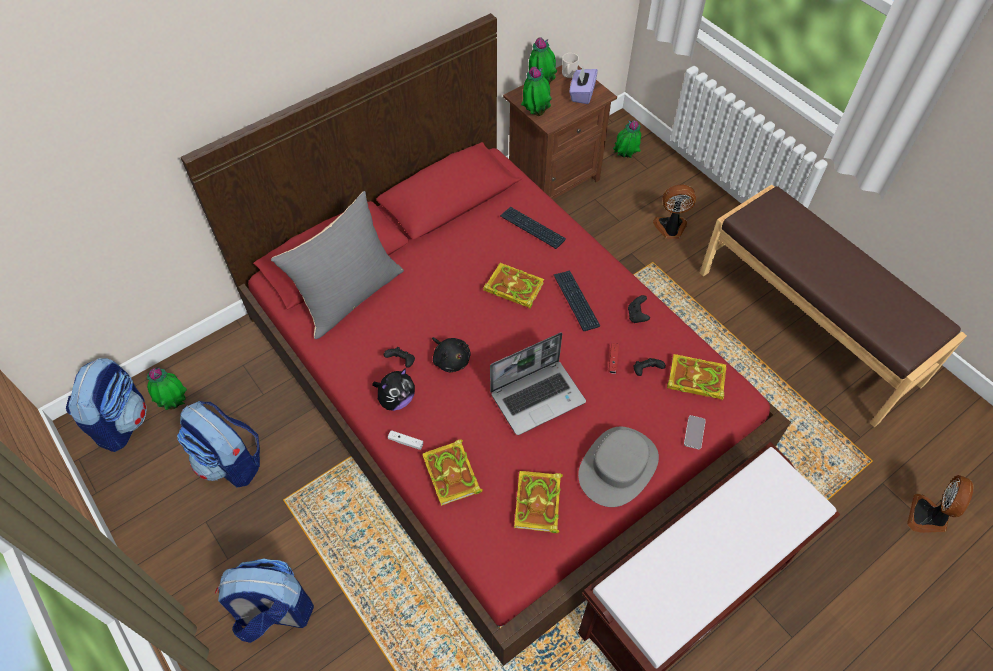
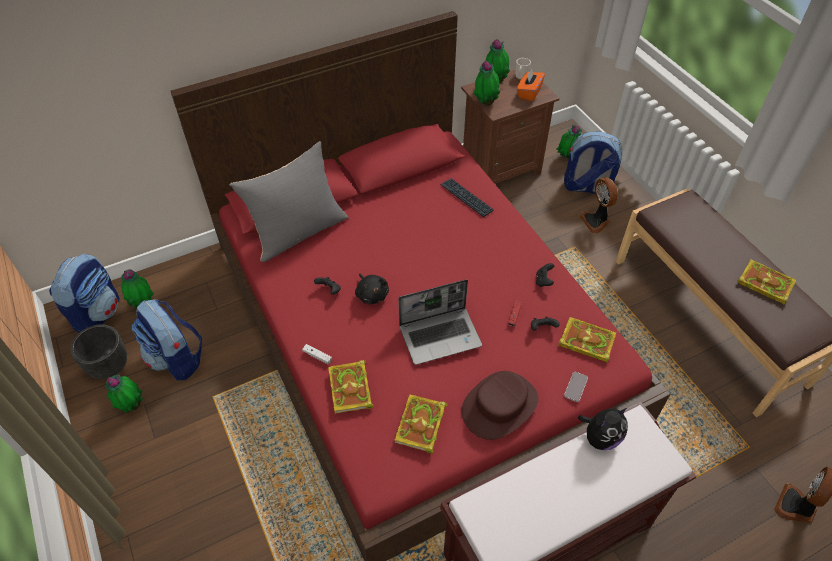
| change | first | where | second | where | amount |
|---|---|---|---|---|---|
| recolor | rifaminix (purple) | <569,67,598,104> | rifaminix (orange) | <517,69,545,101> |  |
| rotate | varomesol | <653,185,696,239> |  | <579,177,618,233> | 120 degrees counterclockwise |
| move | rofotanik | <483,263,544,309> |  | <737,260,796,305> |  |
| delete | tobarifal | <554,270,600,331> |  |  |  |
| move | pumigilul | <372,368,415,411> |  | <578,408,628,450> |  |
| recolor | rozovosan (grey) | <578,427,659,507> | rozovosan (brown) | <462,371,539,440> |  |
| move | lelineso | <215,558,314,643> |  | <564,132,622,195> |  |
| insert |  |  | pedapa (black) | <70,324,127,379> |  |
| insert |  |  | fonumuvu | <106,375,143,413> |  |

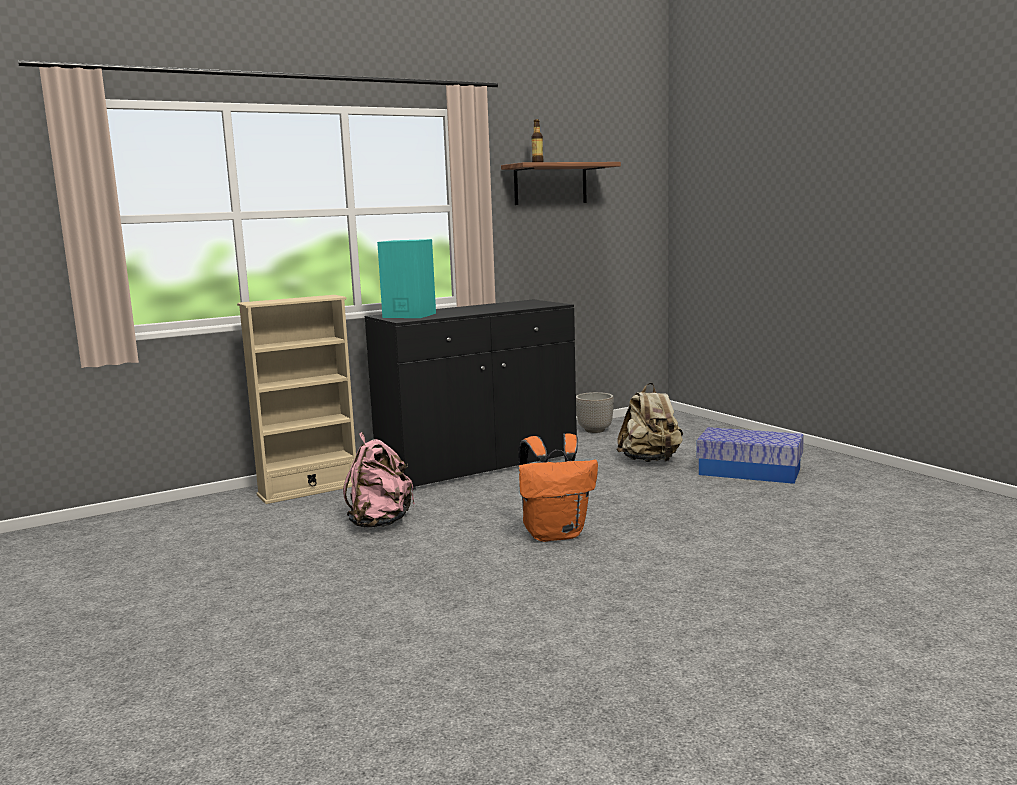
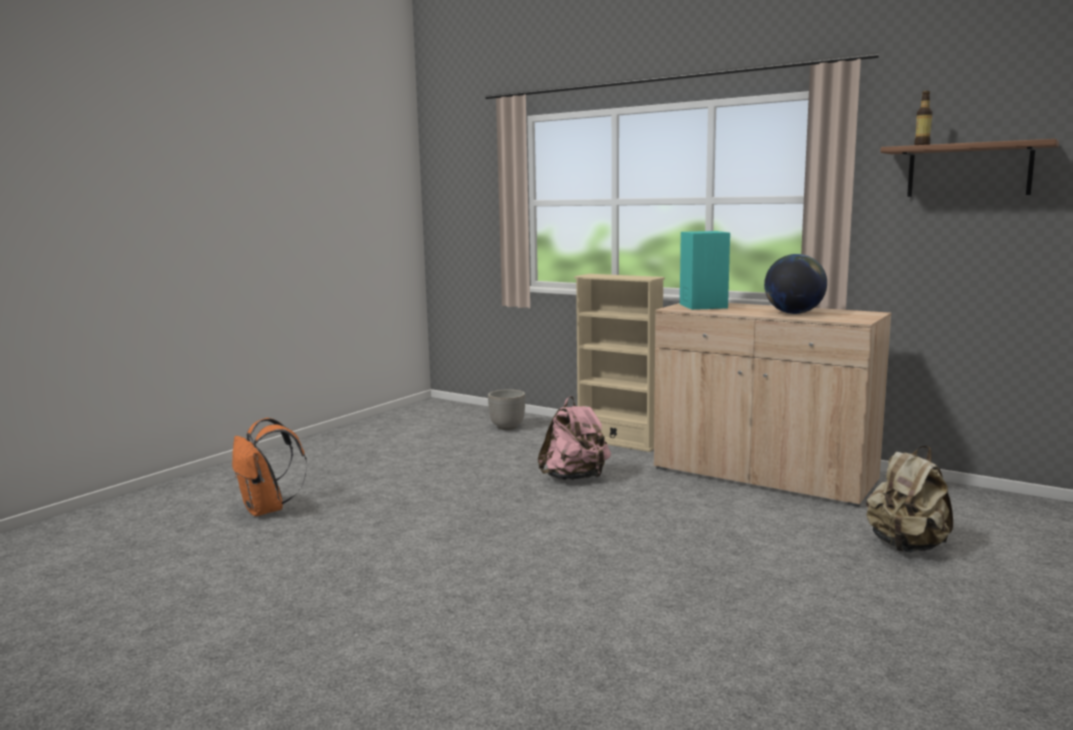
| change | first | where | second | where | amount |
|---|---|---|---|---|---|
| recolor | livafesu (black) | <365,299,577,490> | livafesu (beige) | <654,303,891,507> |  |
| move | pedapa | <576,392,614,433> |  | <488,389,526,430> |  |
| delete | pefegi | <696,427,804,484> |  |  |  |
| move | lelineso (orange) | <519,433,598,542> |  | <232,418,307,517> |  |
| insert |  |  | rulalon | <764,254,827,314> |  |

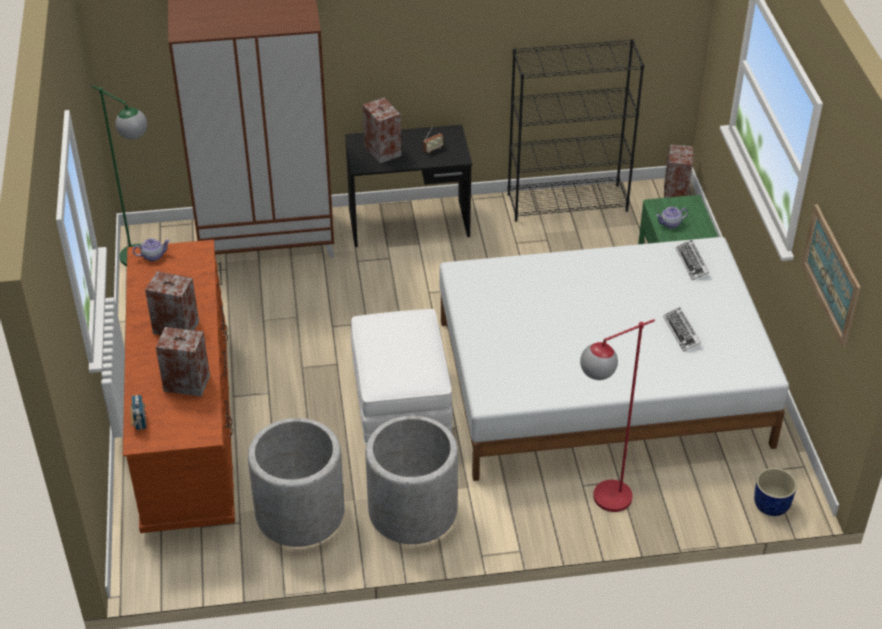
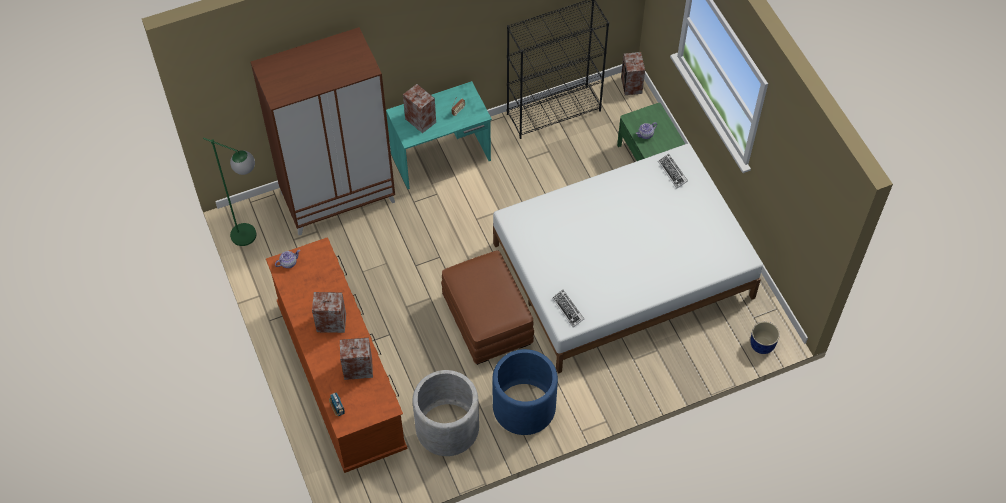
| change | first | where | second | where | amount |
|---|---|---|---|---|---|
| recolor | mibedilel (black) | <345,125,472,247> | mibedilel (turquoise) | <386,81,492,189> |  |
| delete | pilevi | <802,204,861,347> |  |  |  |
| move | tobarifal | <663,307,701,352> |  | <552,290,584,327> |  |
| recolor | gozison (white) | <351,309,453,445> | gozison (brown) | <441,250,534,365> |  |
| delete | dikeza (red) | <580,319,655,512> |  |  |  |
| recolor | pedapa (grey) | <365,416,458,544> | pedapa (blue) | <492,349,558,435> |  |

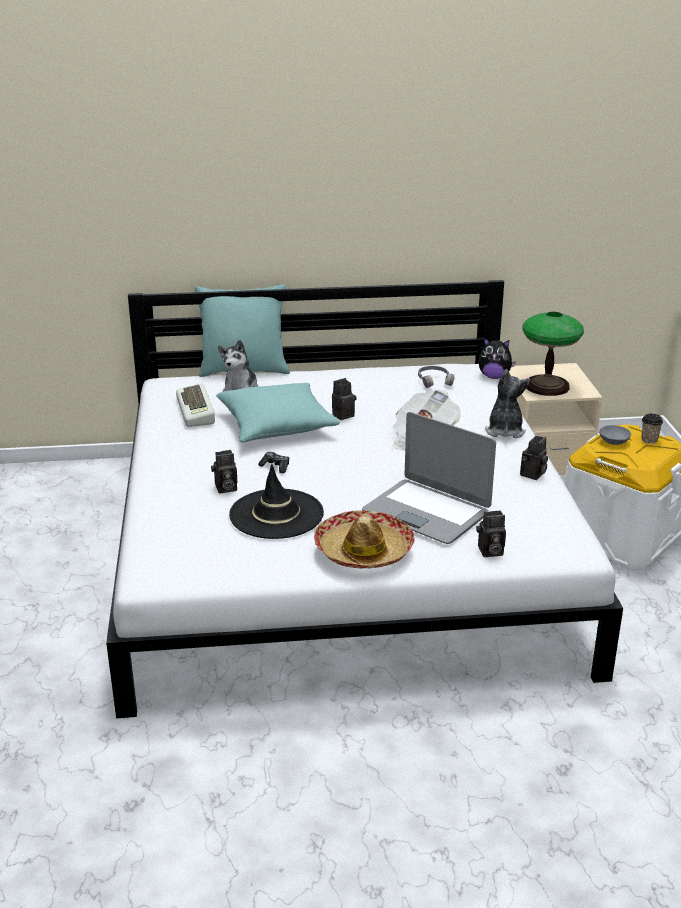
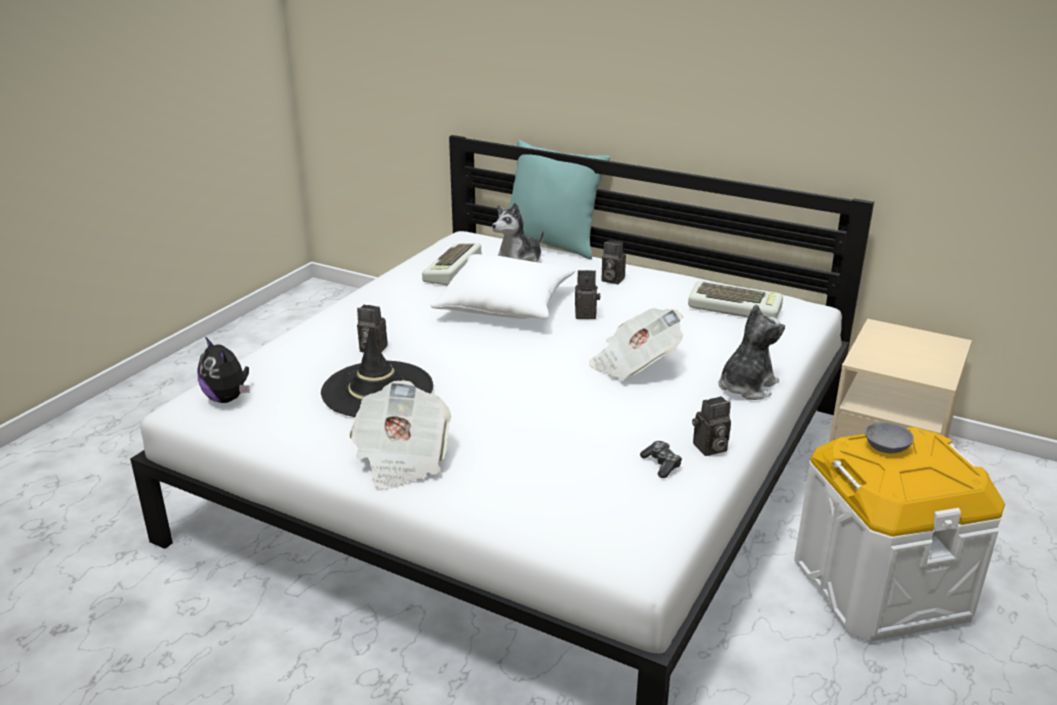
| change | first | where | second | where | amount |
|---|---|---|---|---|---|
| delete | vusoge | <522,312,584,396> |  |  |  |
| move | pumigilul | <478,337,516,379> |  | <197,336,250,403> |  |
| replace | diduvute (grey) | <418,366,455,388> | tobarifal | <688,281,783,319> |  |
| recolor | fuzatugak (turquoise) | <216,383,340,442> | fuzatugak (white) | <431,254,576,319> |  |
| delete | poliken | <362,412,496,544> |  |  |  |
| delete | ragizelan | <641,414,663,444> |  |  |  |
| move | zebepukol | <258,452,289,473> |  | <640,441,682,478> |  |
| replace | rozovosan | <314,510,415,569> | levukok | <350,380,451,490> |  |
| move | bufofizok | <476,510,506,557> |  | <601,240,626,284> |  |

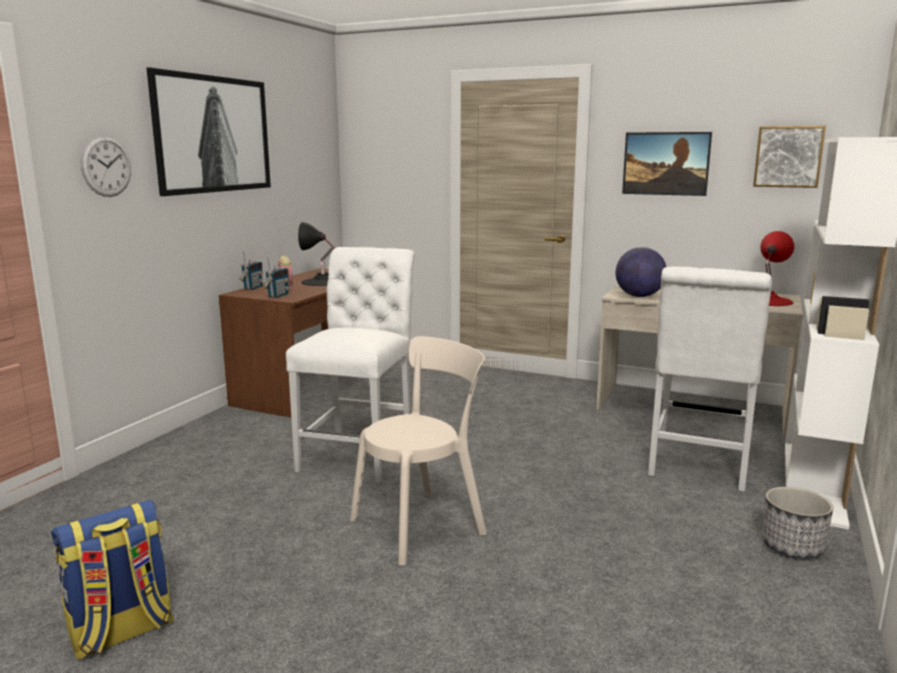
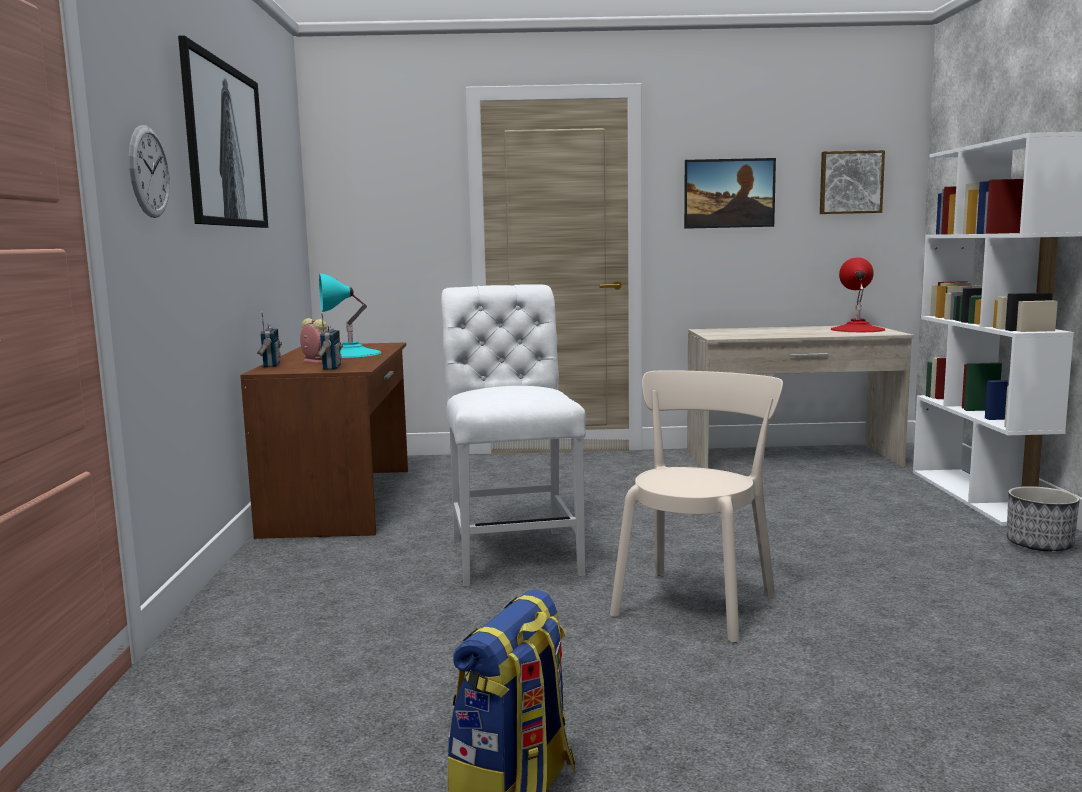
| change | first | where | second | where | amount |
|---|---|---|---|---|---|
| recolor | vusoge (black) | <298,222,335,286> | vusoge (turquoise) | <319,273,381,358> |  |
| delete | rulalon | <615,247,666,297> |  |  |  |
| delete | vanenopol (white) | <648,267,772,491> |  |  |  |

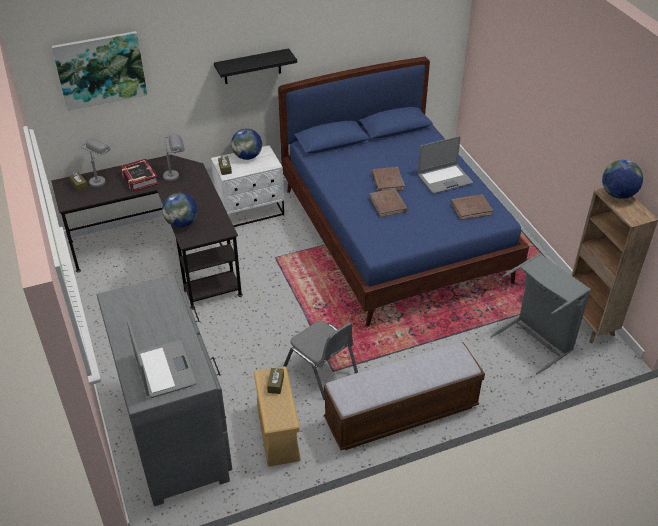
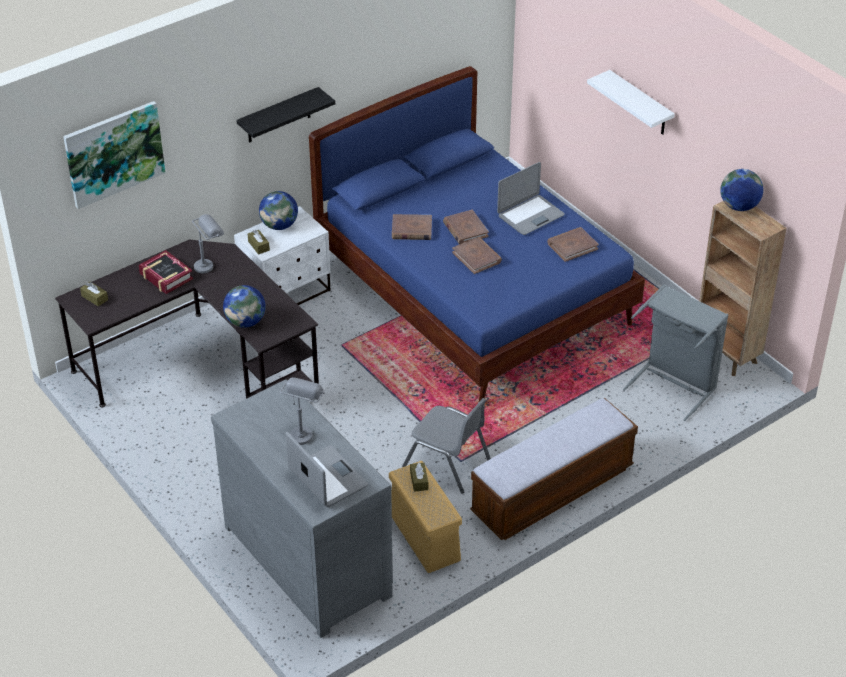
| change | first | where | second | where | amount |
|---|---|---|---|---|---|
| move | vusoge (grey) | <81,138,111,187> |  | <280,377,325,445> |  |
| insert |  |  | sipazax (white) | <587,70,675,135> |  |
| insert |  |  | rofotanik (brown) | <392,214,432,240> |  |

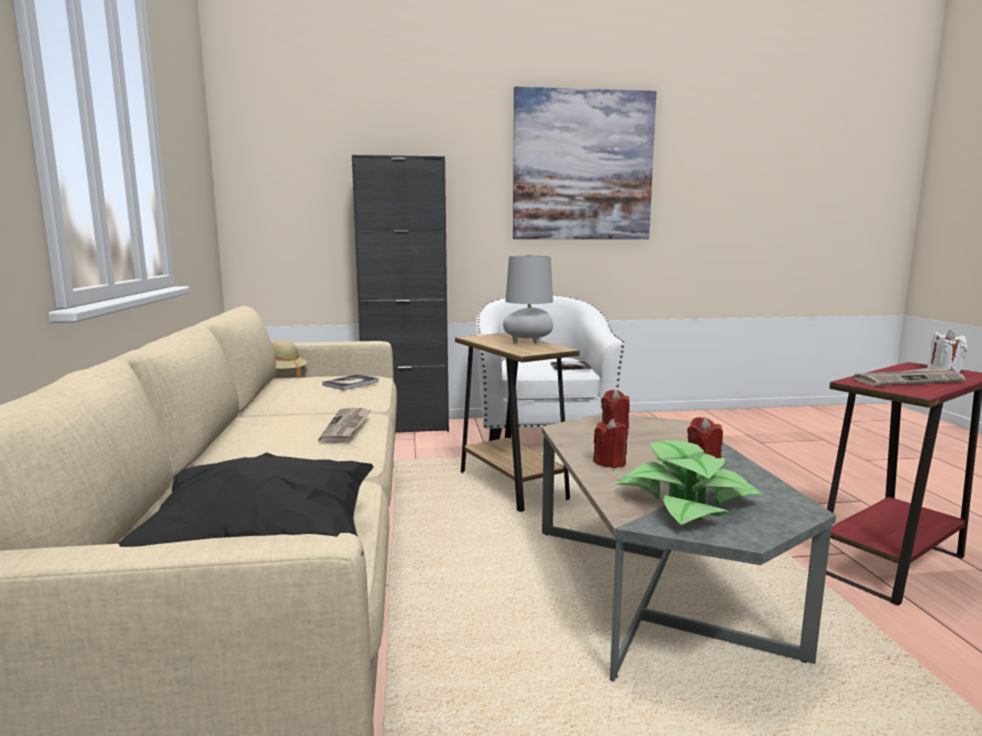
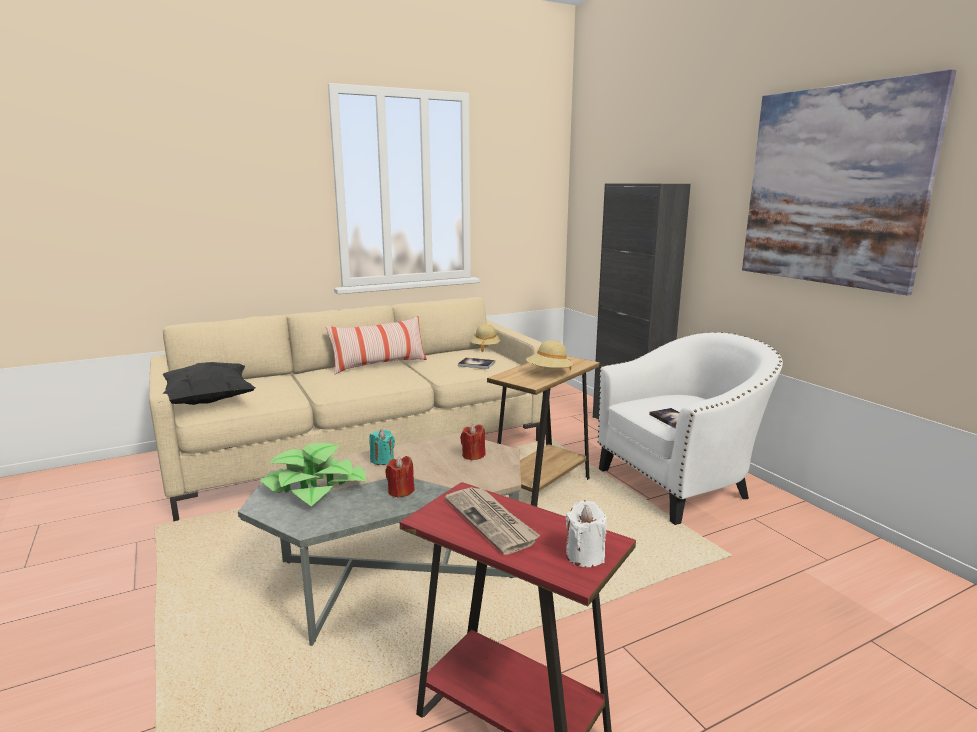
| change | first | where | second | where | amount |
|---|---|---|---|---|---|
| replace | vusoge (grey) | <503,255,553,344> | rozovosan (beige) | <526,340,574,370> |  |
| delete | levukok | <318,408,372,443> |  |  |  |
| recolor | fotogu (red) | <593,419,628,468> | fotogu (turquoise) | <369,430,395,465> |  |
| insert |  |  | fuzatugak | <326,316,427,375> |  |

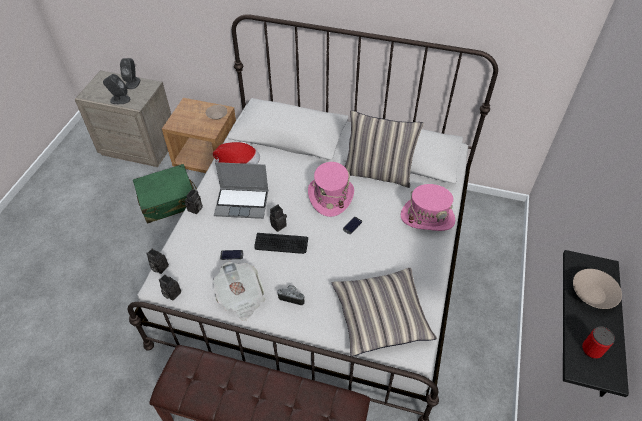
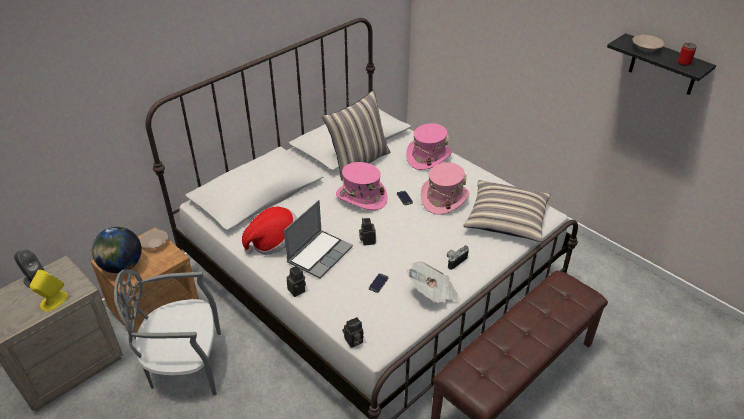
| change | first | where | second | where | amount |
|---|---|---|---|---|---|
| recolor | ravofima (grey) | <103,74,130,104> | ravofima (yellow) | <30,270,68,311> |  |
| replace | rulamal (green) | <133,164,197,224> | vanenopol (grey) | <114,269,221,396> |  |
| delete | tobarifal | <254,233,308,254> |  |  |  |
| delete | bufofizok | <159,275,181,301> |  |  |  |
| insert |  |  | rozovosan (pink) | <421,162,469,215> |  |
| insert |  |  | rulalon | <92,227,142,273> |  |

